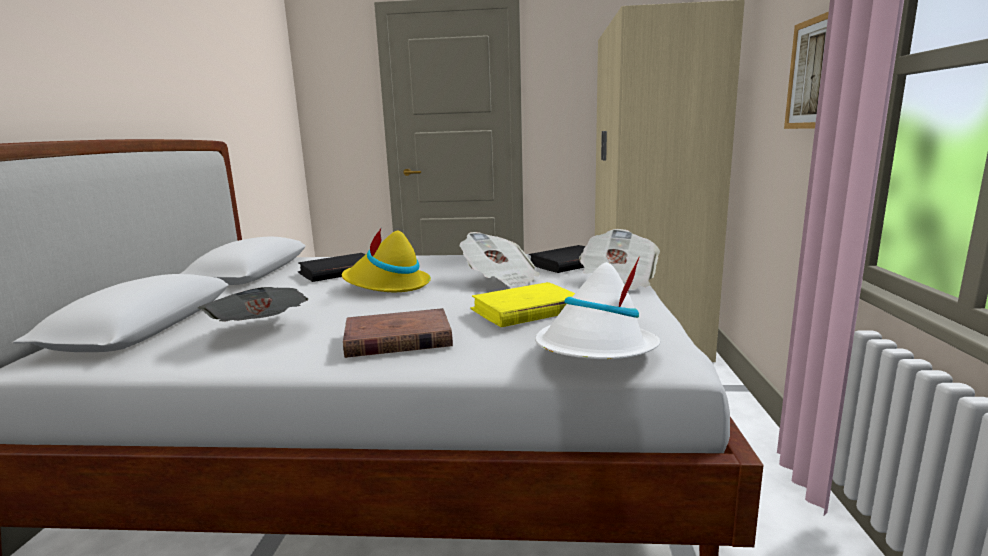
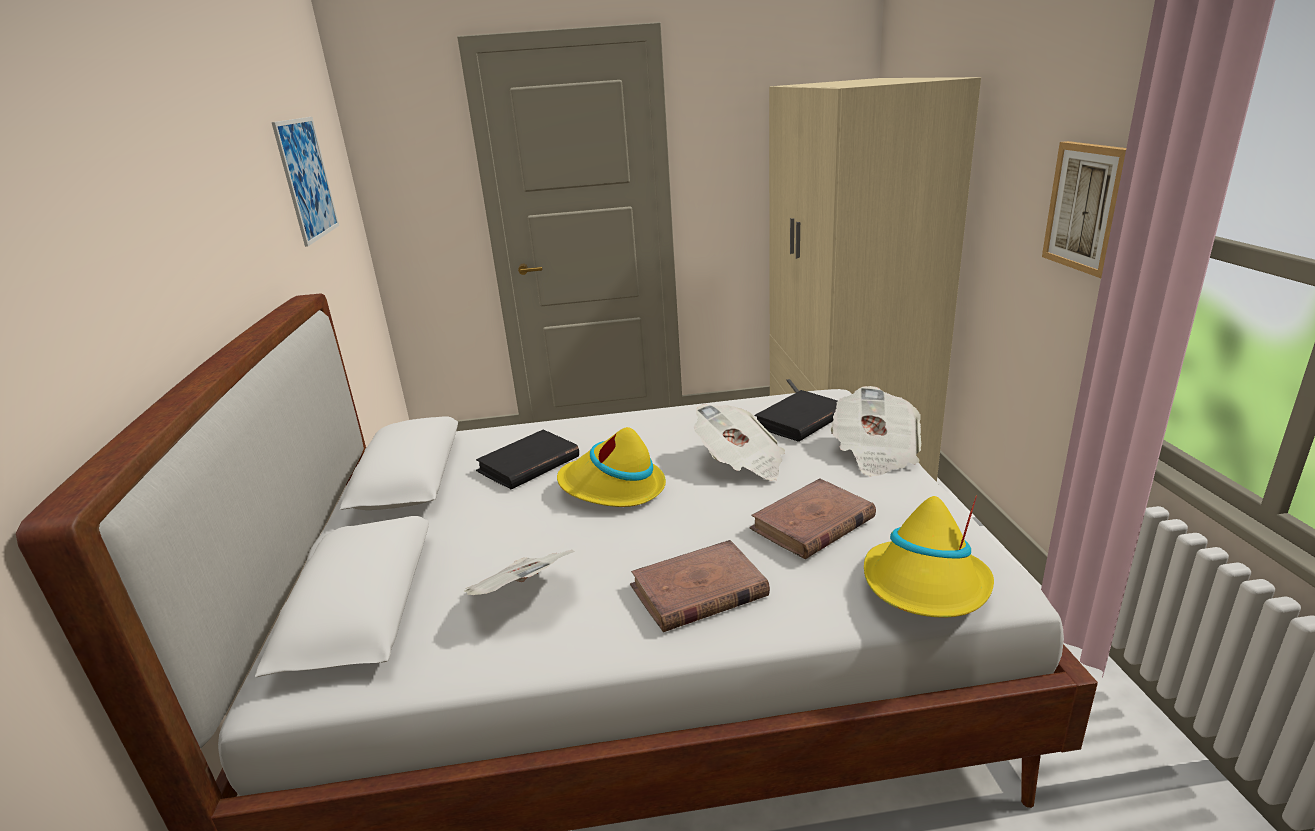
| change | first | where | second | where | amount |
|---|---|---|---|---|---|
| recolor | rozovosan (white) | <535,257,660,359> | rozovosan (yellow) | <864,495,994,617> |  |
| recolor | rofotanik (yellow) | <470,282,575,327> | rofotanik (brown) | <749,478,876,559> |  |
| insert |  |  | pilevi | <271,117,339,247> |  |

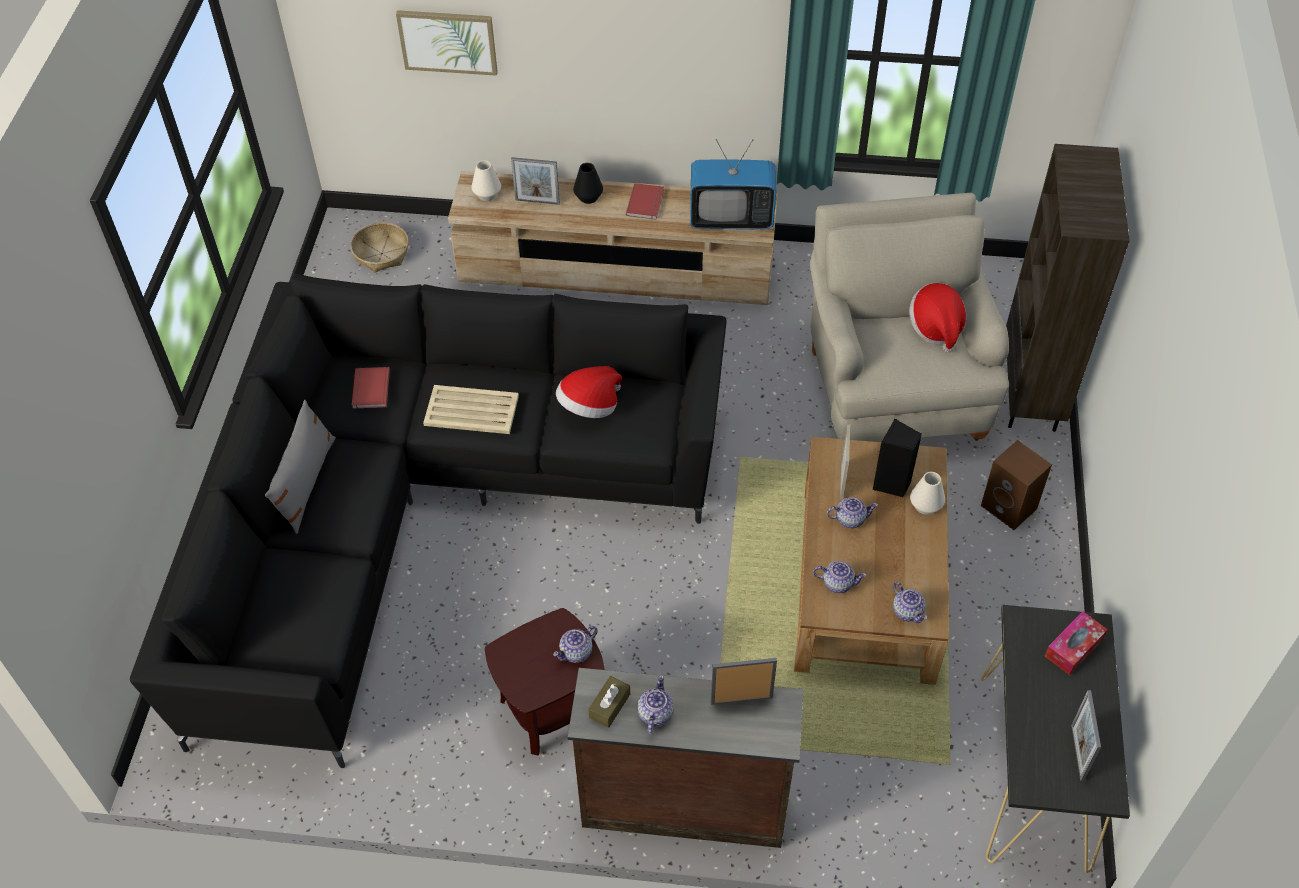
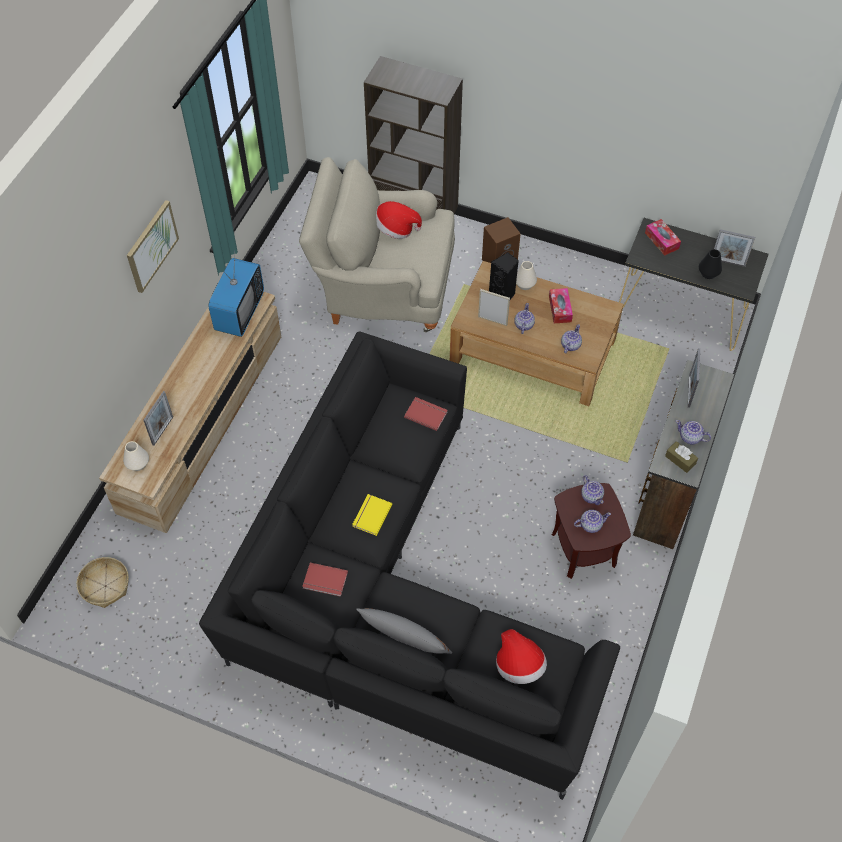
| change | first | where | second | where | amount |
|---|---|---|---|---|---|
| move | pilevi | <396,10,498,76> |  | <127,200,179,293> |  |
| move | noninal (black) | <573,163,603,204> |  | <699,249,722,279> |  |
| move | rofotanik (red) | <626,183,664,219> |  | <404,397,448,431> |  |
| move | rozovosan | <556,366,622,418> |  | <496,629,547,684> |  |
| replace | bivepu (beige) | <423,385,519,434> | rofotanik (yellow) | <352,494,393,536> |  |
| move | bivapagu | <893,582,927,623> |  | <574,510,611,533> |  |
| insert |  |  | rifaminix | <549,288,573,323> |  |

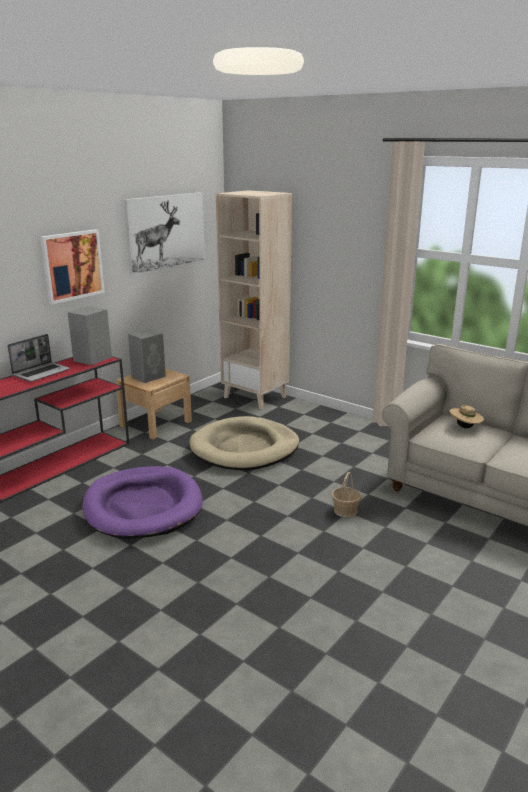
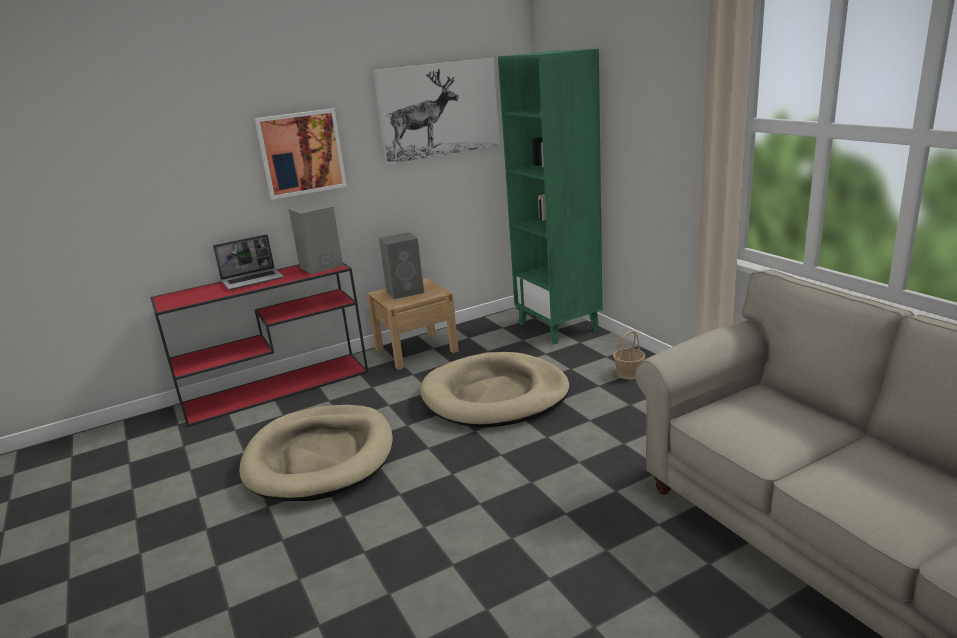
| change | first | where | second | where | amount |
|---|---|---|---|---|---|
| recolor | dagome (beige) | <216,190,292,410> | dagome (green) | <498,49,603,344> |  |
| delete | rozovosan (beige) | <449,405,484,428> |  |  |  |
| recolor | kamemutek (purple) | <82,466,203,539> | kamemutek (beige) | <239,405,393,501> |  |
| move | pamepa | <332,472,361,517> |  | <613,331,645,379> |  |

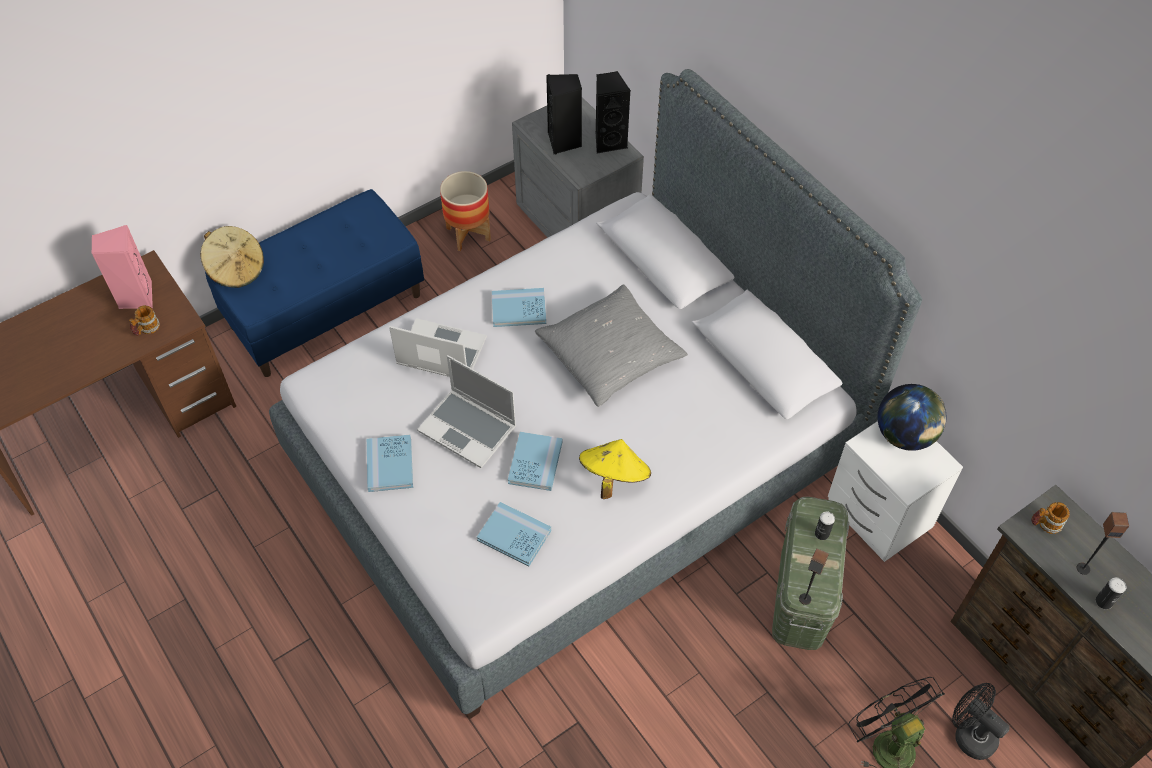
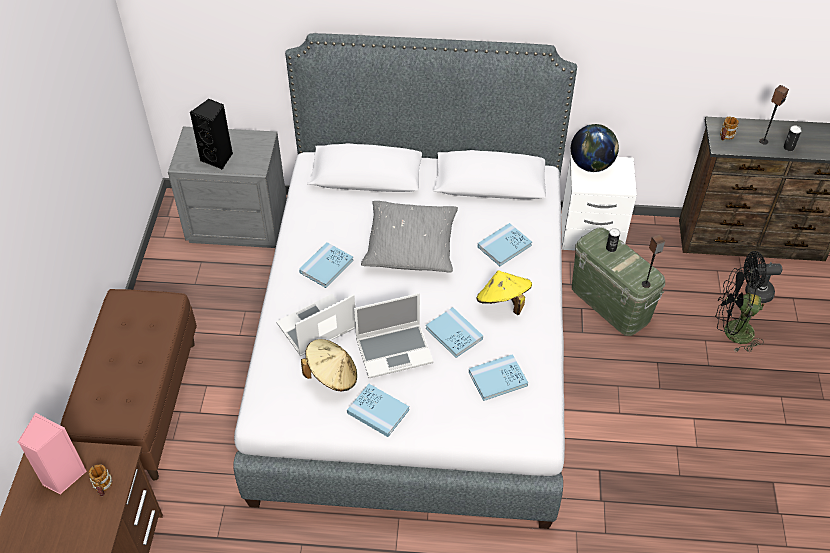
| change | first | where | second | where | amount |
|---|---|---|---|---|---|
| delete | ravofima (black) | <596,71,631,153> |  |  |  |
| delete | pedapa | <440,171,491,251> |  |  |  |
| recolor | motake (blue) | <205,189,424,377> | motake (brown) | <60,289,197,481> |  |
| move | rozovosan (beige) | <200,226,264,288> |  | <301,339,357,391> |  |
| insert |  |  | rofotanik (blue) | <478,223,532,266> |  |

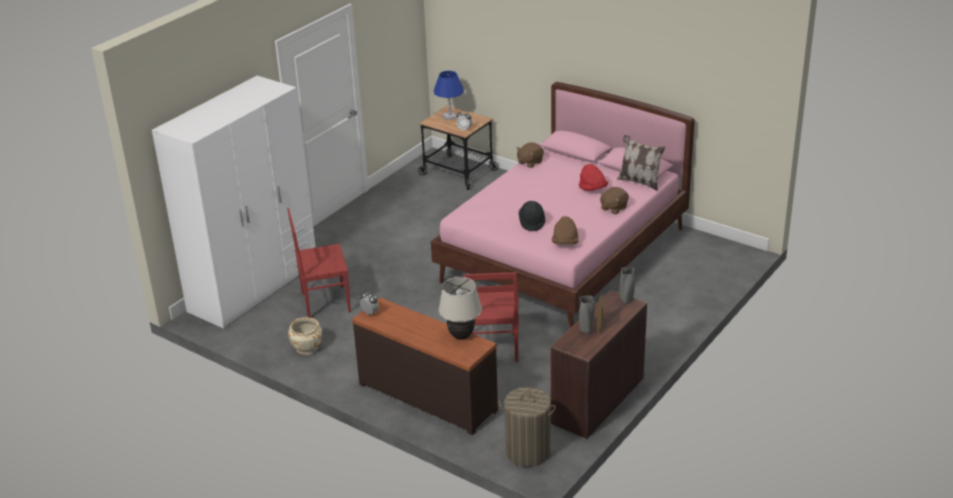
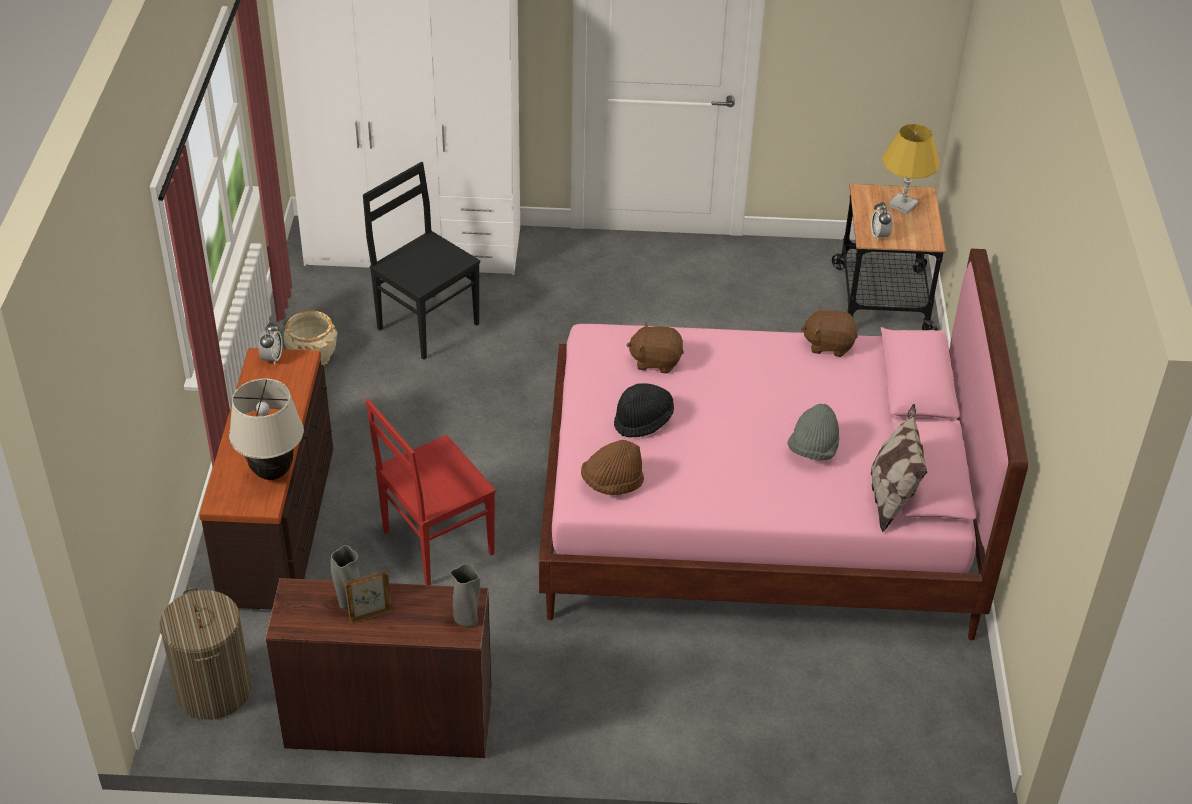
| change | first | where | second | where | amount |
|---|---|---|---|---|---|
| recolor | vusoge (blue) | <434,71,464,120> | vusoge (yellow) | <882,124,940,214> |  |
| recolor | rozovosan (red) | <579,164,608,191> | rozovosan (grey) | <788,404,840,460> |  |
| move | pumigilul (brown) | <600,187,629,214> |  | <626,322,684,374> |  |
| recolor | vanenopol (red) | <287,208,351,317> | vanenopol (black) | <363,162,480,360> |  |

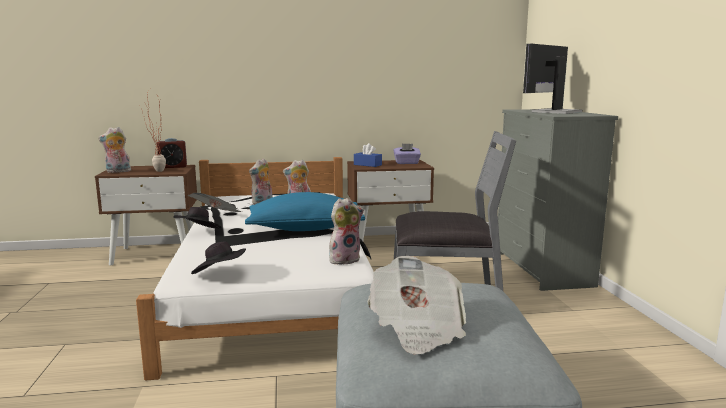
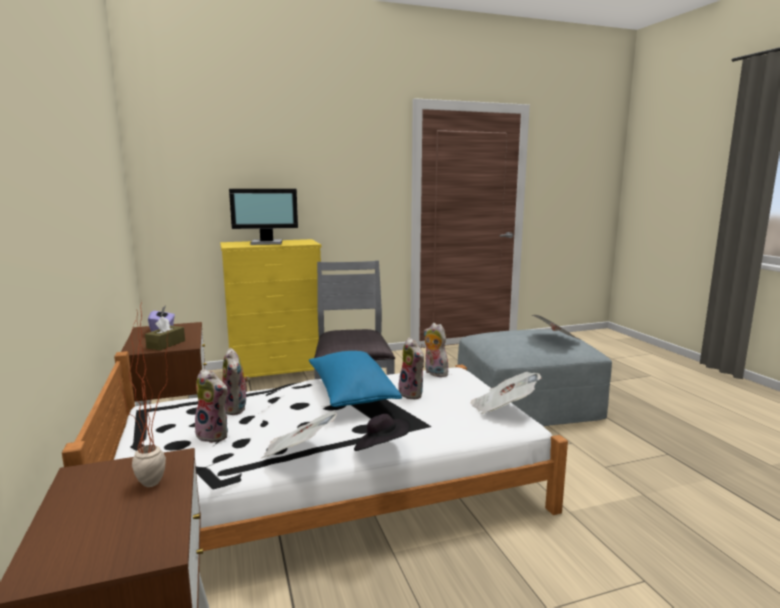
| change | first | where | second | where | amount |
|---|---|---|---|---|---|
| rotate | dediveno | <523,44,582,114> |  | <229,189,298,245> | 45 degrees counterclockwise |
| recolor | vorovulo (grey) | <498,109,618,291> | vorovulo (yellow) | <220,239,321,378> |  |
| move | pumigilul | <98,127,131,173> |  | <398,338,424,399> |  |
| delete | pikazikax | <157,138,187,168> |  |  |  |
| recolor | rifaminix (blue) | <354,143,382,167> | rifaminix (brown) | <145,316,185,350> |  |
| replace | rozovosan (black) | <191,241,246,274> | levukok | <470,372,541,414> |  |

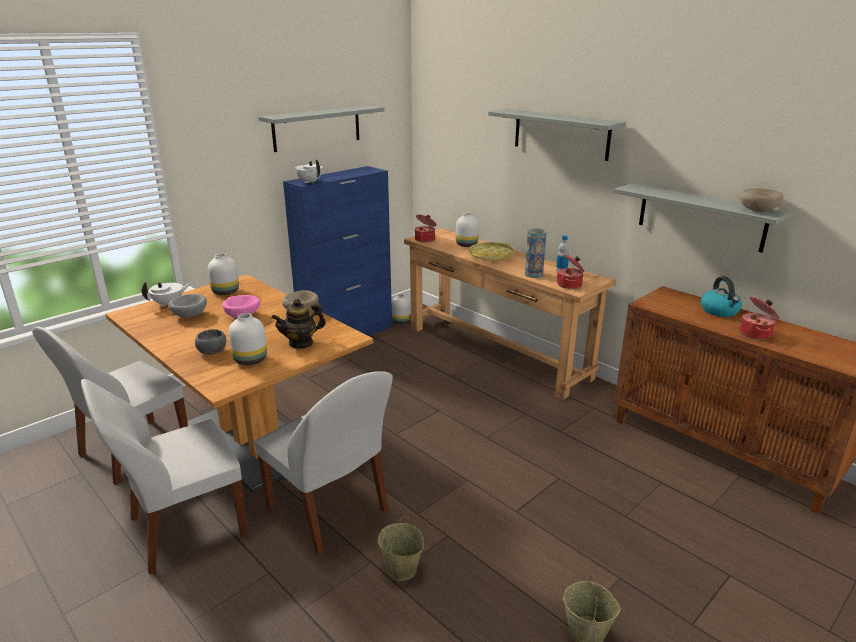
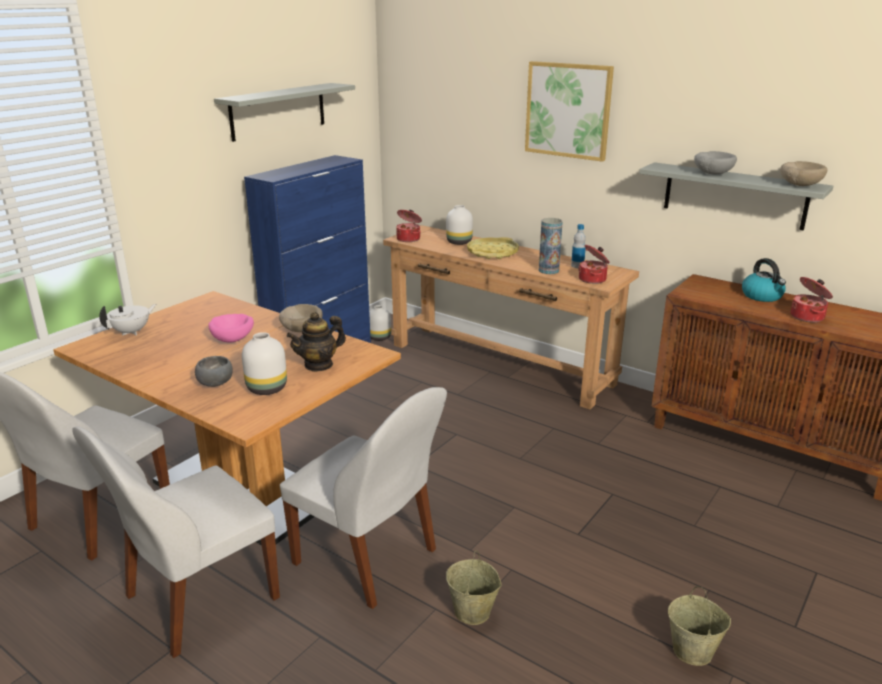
| change | first | where | second | where | amount |
|---|---|---|---|---|---|
| replace | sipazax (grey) | <488,109,626,161> | pilevi | <525,61,614,162> |  |
| delete | bivapagu (white) | <295,159,323,183> |  |  |  |
| delete | noninal (white) | <208,253,239,295> |  |  |  |
| move | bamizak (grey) | <168,294,207,318> |  | <694,151,737,175> |  |

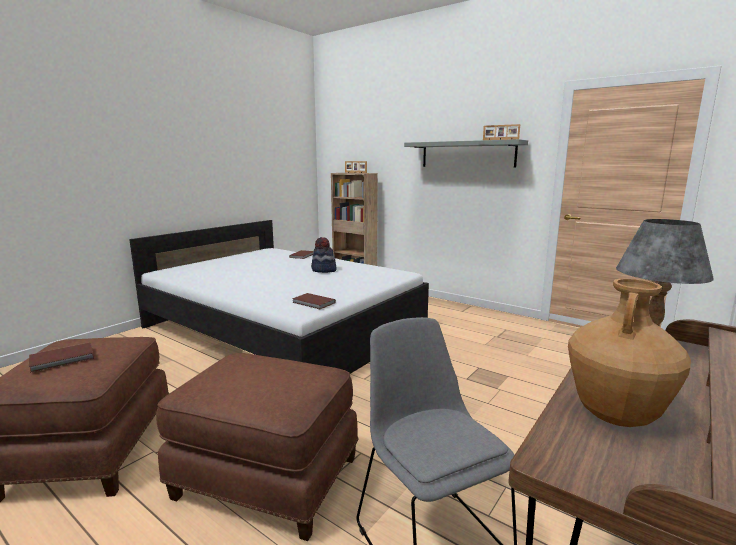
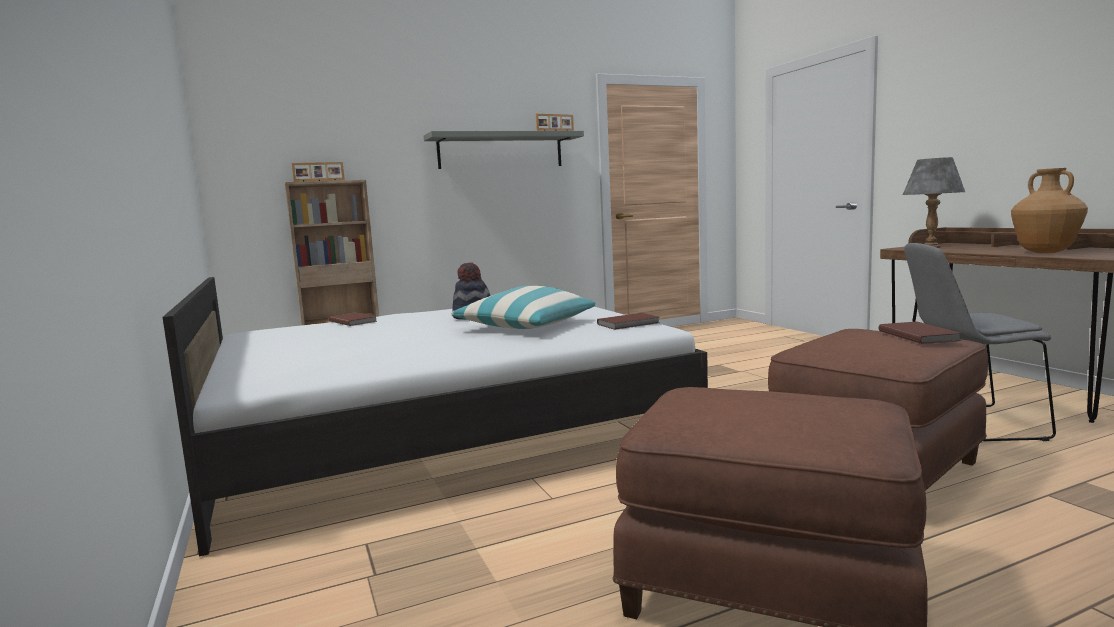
| change | first | where | second | where | amount |
|---|---|---|---|---|---|
| move | rofotanik (brown) | <29,343,94,373> |  | <879,321,962,344> |  |
| insert |  |  | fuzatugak | <451,286,595,329> |  |

